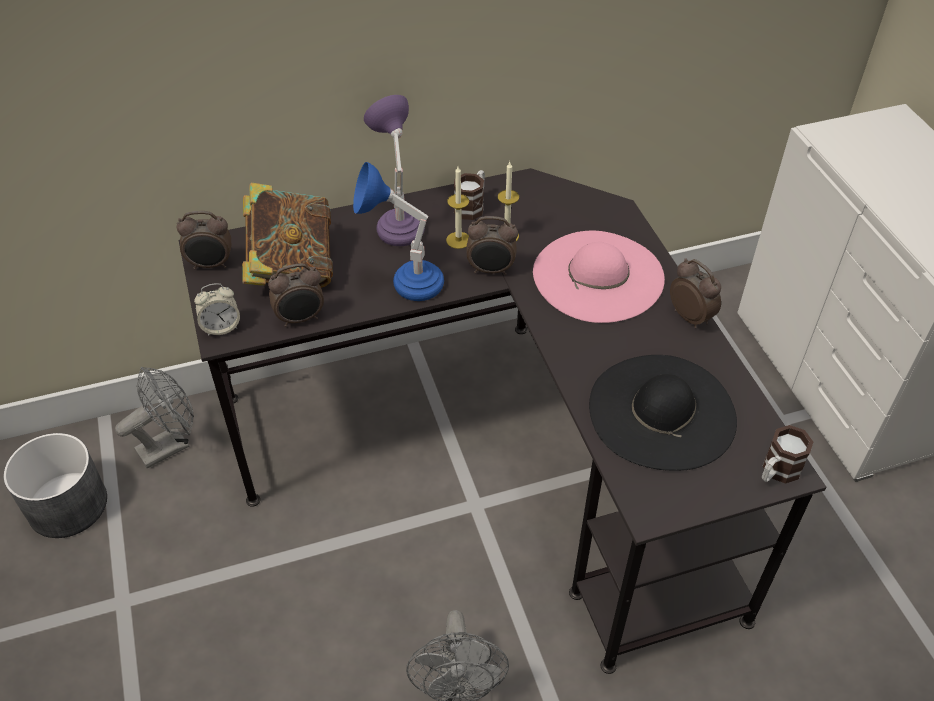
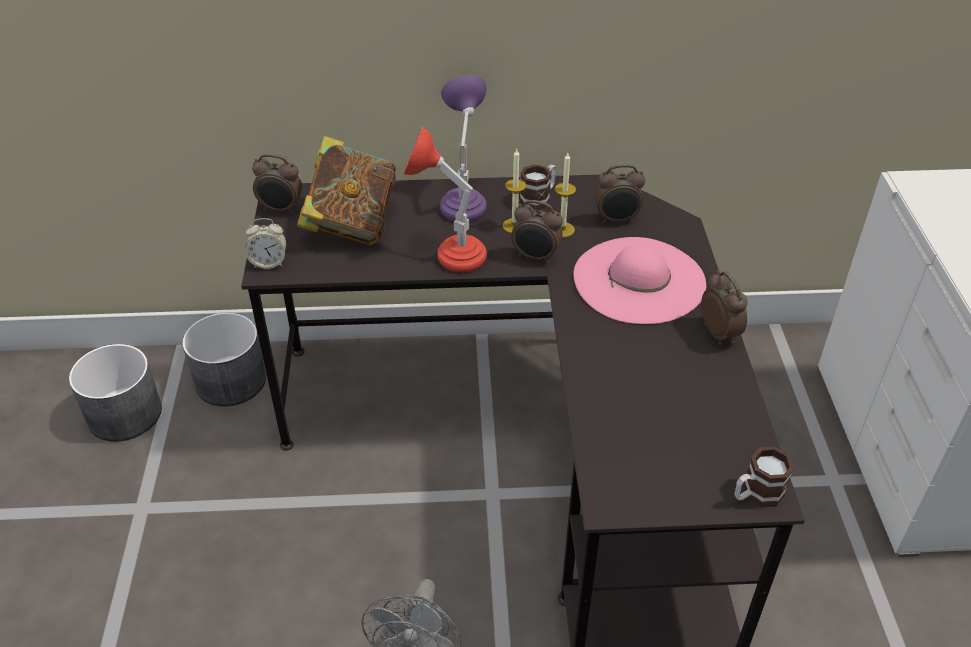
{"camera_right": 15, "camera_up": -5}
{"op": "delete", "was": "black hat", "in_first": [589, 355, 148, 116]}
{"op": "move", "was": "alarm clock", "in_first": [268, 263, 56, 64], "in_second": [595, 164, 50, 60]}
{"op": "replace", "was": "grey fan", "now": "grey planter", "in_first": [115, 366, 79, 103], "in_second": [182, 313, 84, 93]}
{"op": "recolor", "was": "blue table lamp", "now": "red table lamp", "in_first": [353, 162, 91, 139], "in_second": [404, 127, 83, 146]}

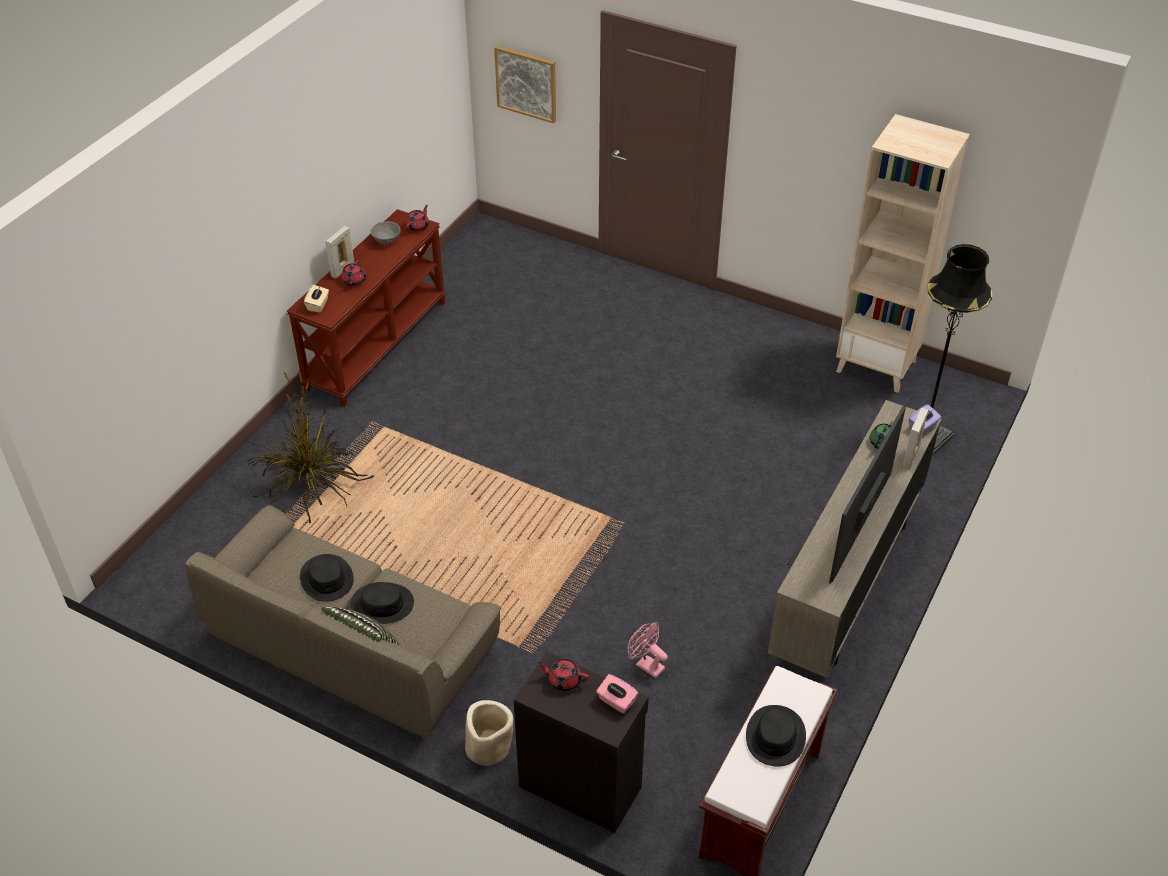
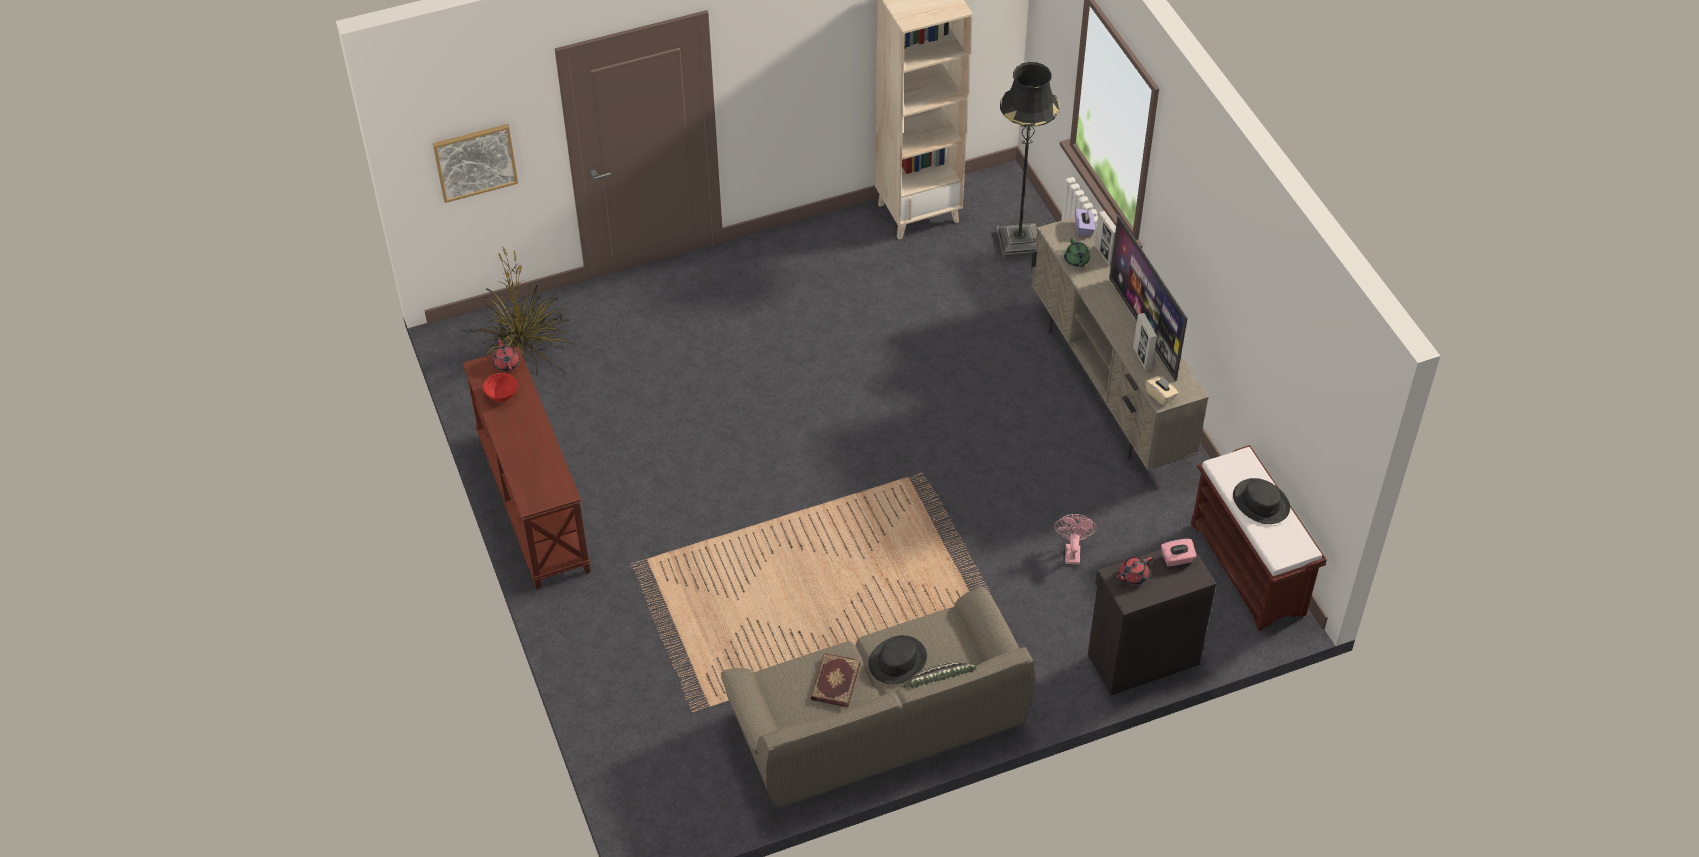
{"camera_right": -50, "camera_up": 5}
{"op": "delete", "was": "red teapot", "in_first": [341, 260, 25, 26]}
{"op": "delete", "was": "beige planter", "in_first": [465, 700, 48, 66]}
{"op": "move", "was": "potted plant", "in_first": [246, 370, 128, 153], "in_second": [461, 246, 118, 130]}
{"op": "move", "was": "beige tissue box", "in_first": [304, 285, 25, 27], "in_second": [1145, 375, 33, 31]}
{"op": "move", "was": "picture frame", "in_first": [325, 226, 30, 53], "in_second": [1133, 313, 24, 57]}
{"op": "replace", "was": "black hat", "now": "book", "in_first": [300, 554, 54, 48], "in_second": [811, 653, 49, 54]}
{"op": "recolor", "was": "grey bowl", "now": "red bowl", "in_first": [371, 221, 30, 24], "in_second": [483, 373, 34, 29]}
{"op": "rotate", "was": "pink fan", "in_first": [628, 622, 40, 56], "in_second": [1054, 514, 43, 51], "clockwise": 105}

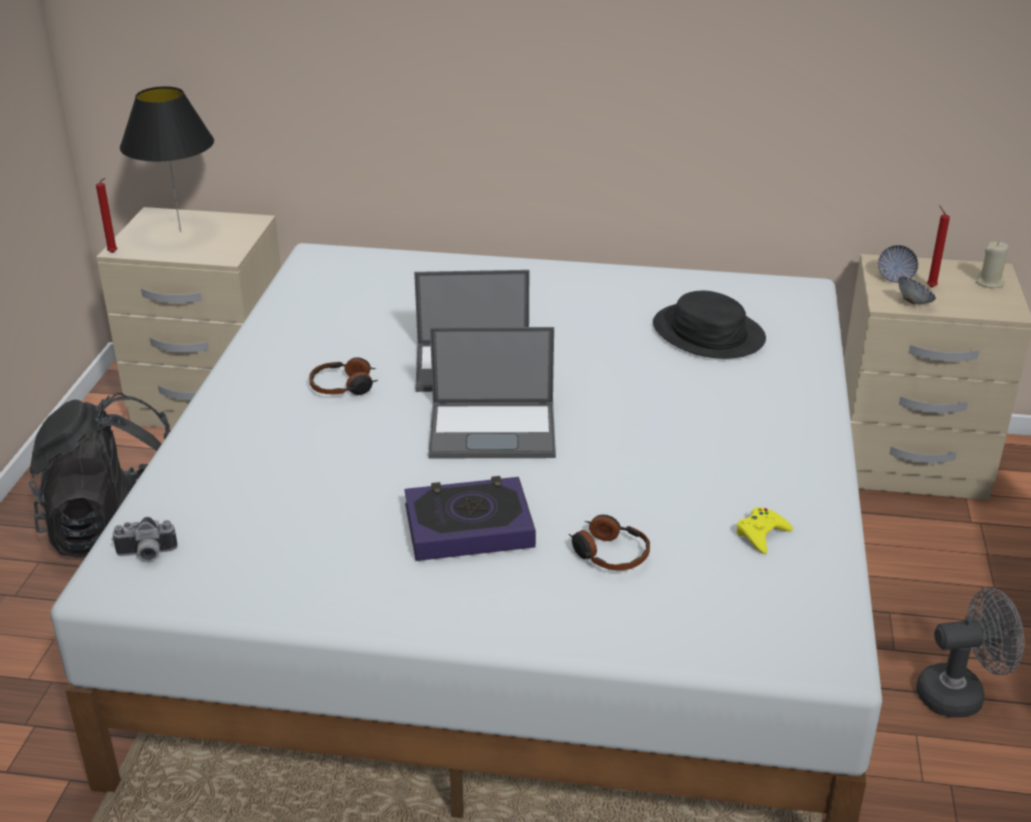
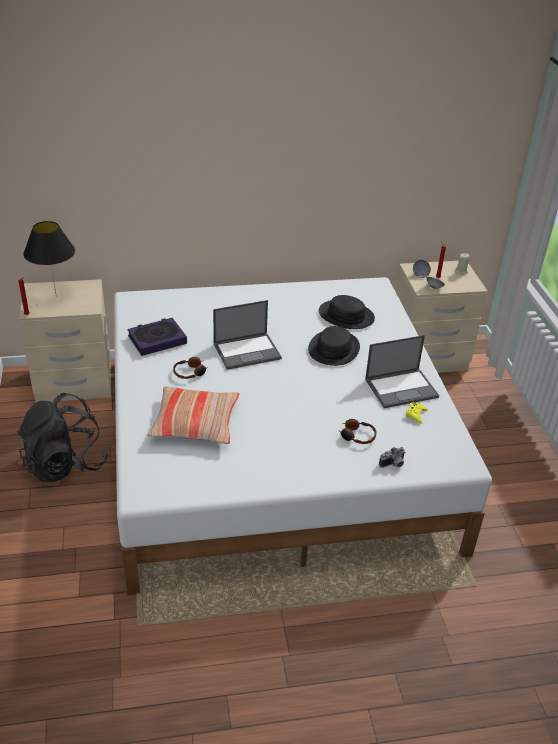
{"camera_right": -20, "camera_up": 5}
{"op": "delete", "was": "grey fan", "in_first": [917, 588, 107, 129]}
{"op": "insert", "now": "pillow", "in_second": [148, 386, 91, 58]}
{"op": "insert", "now": "black hat", "in_second": [308, 326, 52, 40]}
{"op": "move", "was": "photo camera", "in_first": [112, 517, 65, 43], "in_second": [379, 447, 27, 21]}
{"op": "move", "was": "book", "in_first": [404, 476, 132, 85], "in_second": [127, 318, 60, 38]}
{"op": "move", "was": "laptop", "in_first": [428, 327, 128, 131], "in_second": [365, 335, 74, 73]}

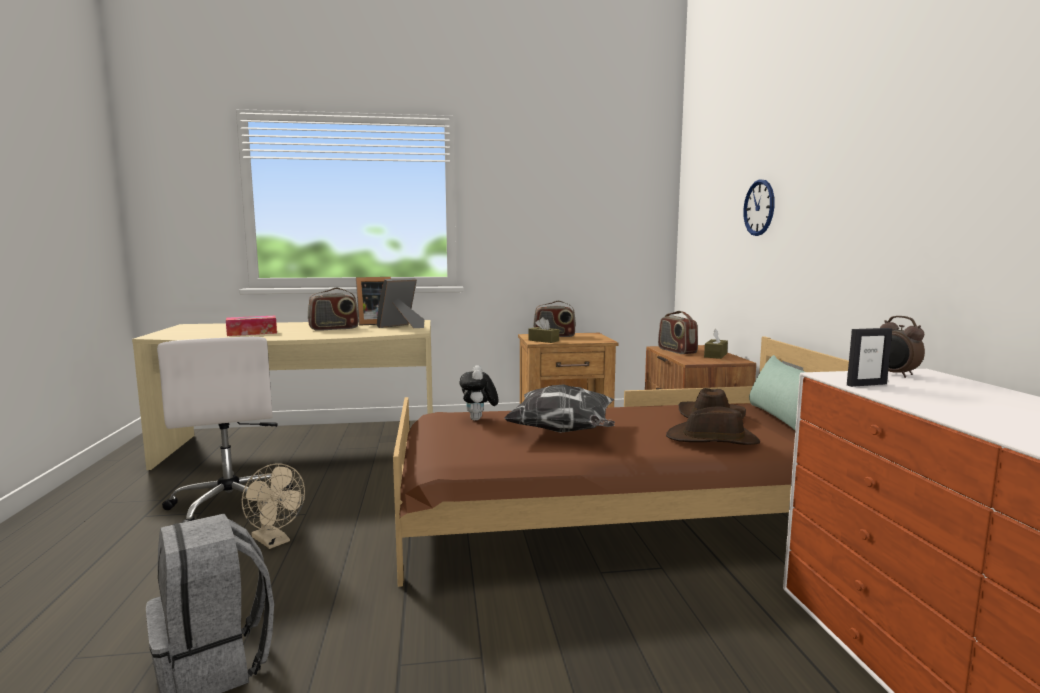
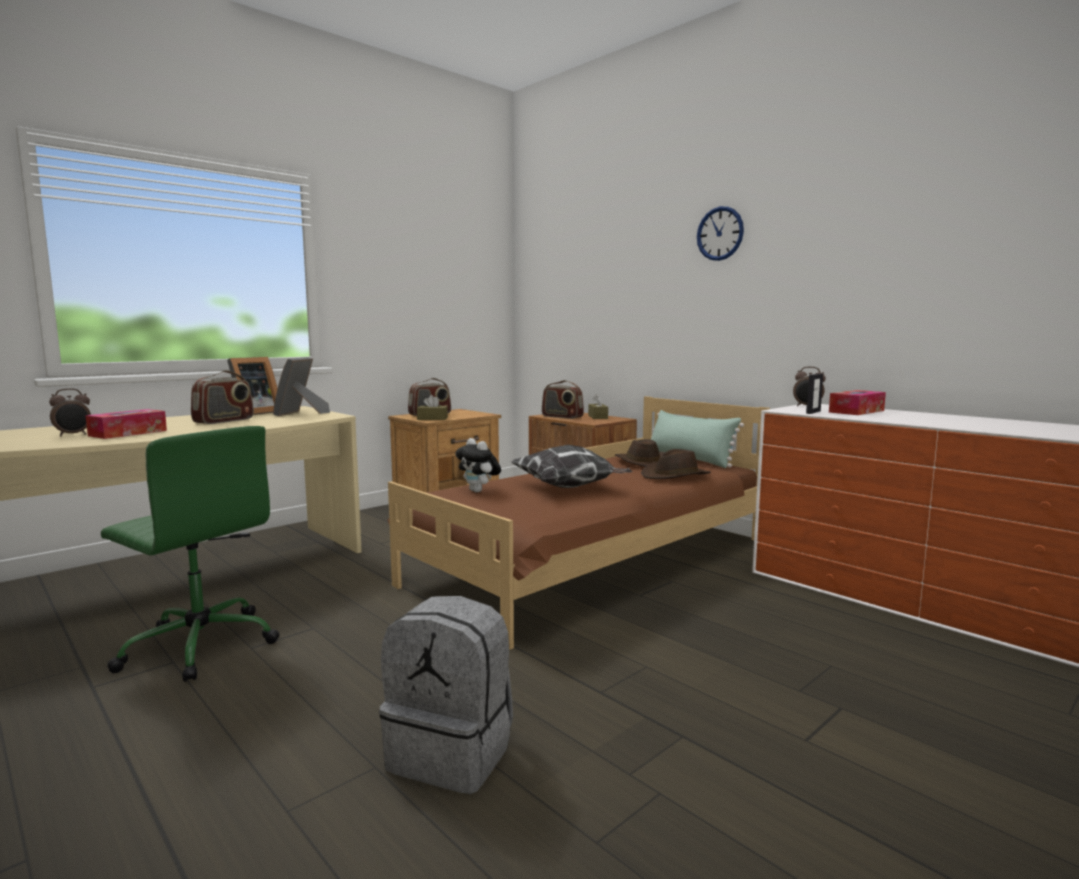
{"camera_right": -35, "camera_up": 0}
{"op": "delete", "was": "beige fan", "in_first": [241, 463, 64, 86]}
{"op": "insert", "now": "alarm clock", "in_second": [49, 388, 42, 48]}
{"op": "insert", "now": "tissue box", "in_second": [829, 390, 57, 25]}
{"op": "move", "was": "wall clock", "in_first": [743, 180, 32, 56], "in_second": [697, 206, 47, 55]}
{"op": "recolor", "was": "white office chair", "now": "green office chair", "in_first": [157, 337, 136, 186], "in_second": [101, 426, 179, 256]}

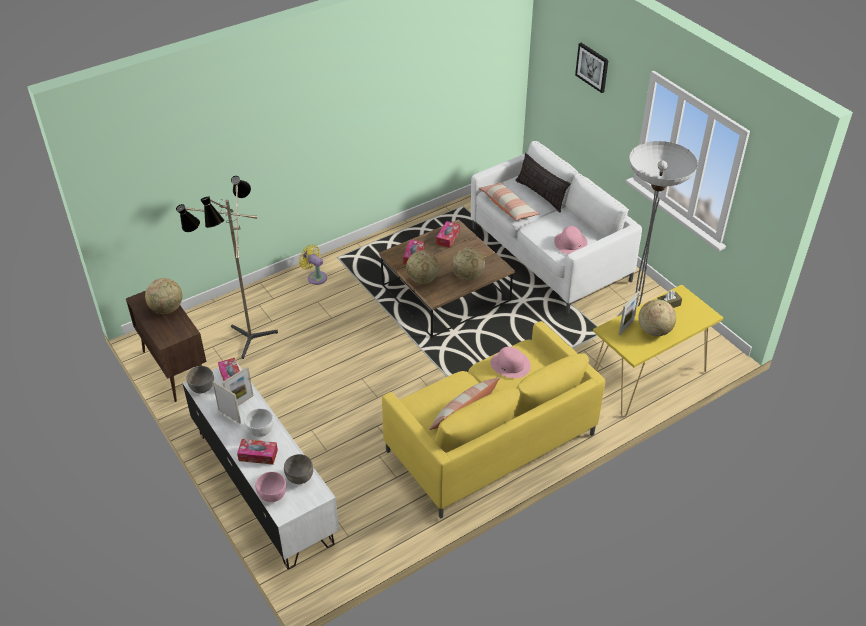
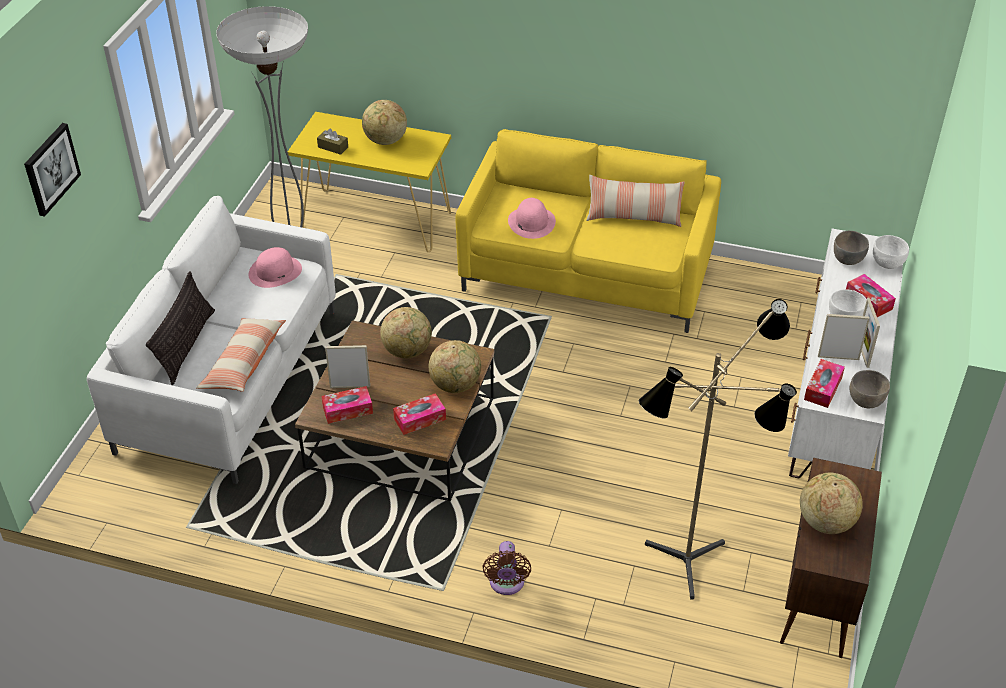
{"camera_right": -130, "camera_up": 0}
{"op": "move", "was": "picture frame", "in_first": [619, 291, 21, 44], "in_second": [325, 345, 45, 43]}
{"op": "recolor", "was": "pink bowl", "now": "white bowl", "in_first": [255, 472, 31, 30], "in_second": [873, 235, 36, 34]}
{"op": "recolor", "was": "yellow fan", "now": "brown fan", "in_first": [299, 245, 28, 40], "in_second": [482, 541, 49, 54]}

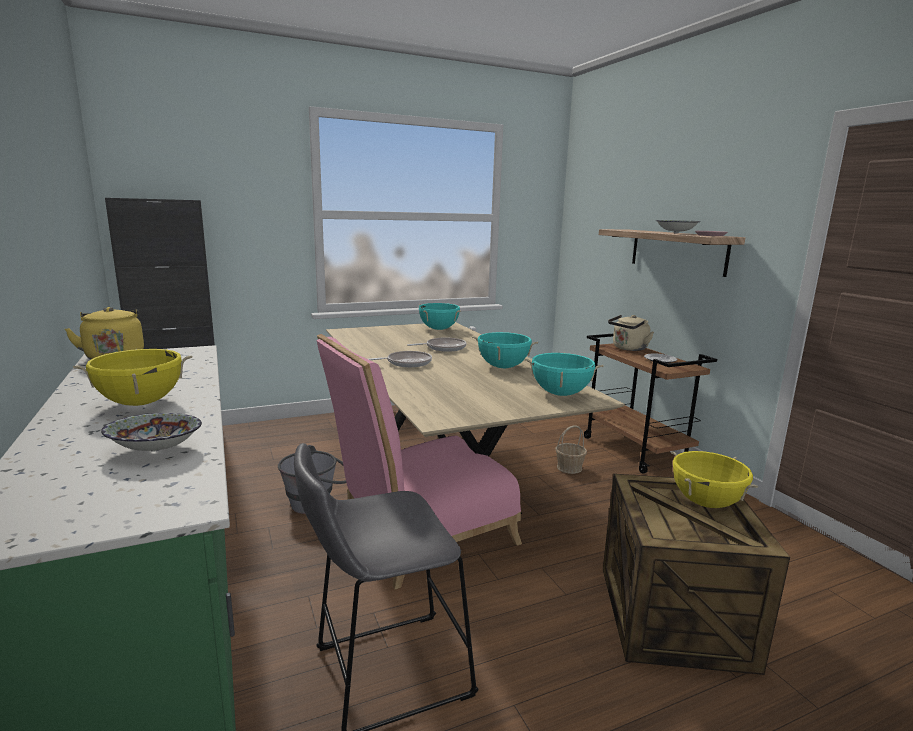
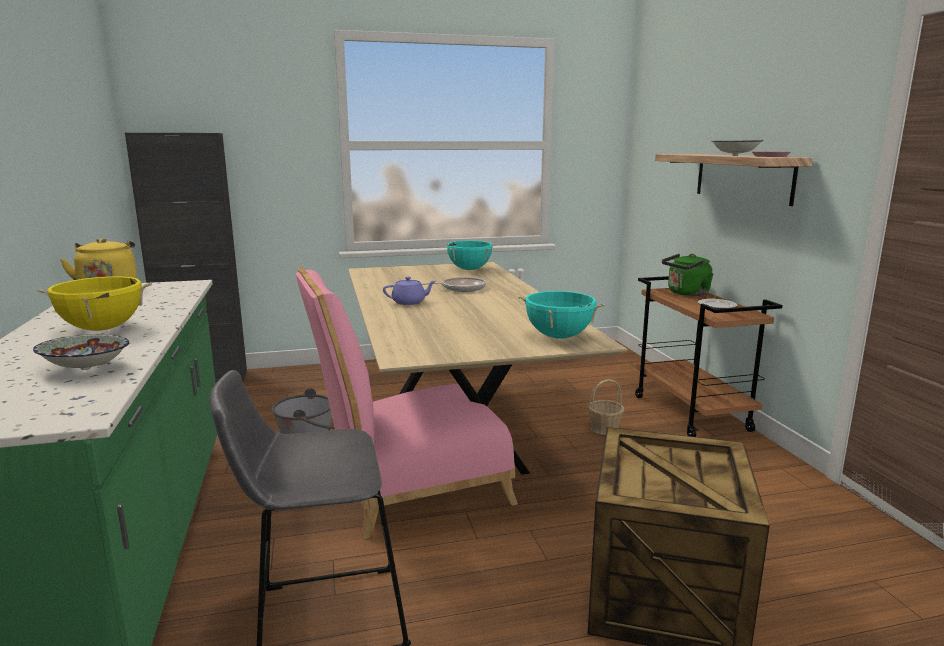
{"camera_right": 10, "camera_up": 0}
{"op": "delete", "was": "turquoise cooking pot", "in_first": [472, 332, 66, 36]}
{"op": "delete", "was": "yellow cooking pot", "in_first": [671, 451, 87, 57]}
{"op": "replace", "was": "frying pan", "now": "purple teapot", "in_first": [368, 351, 64, 16], "in_second": [383, 277, 53, 28]}
{"op": "recolor", "was": "beige kettle", "now": "green kettle", "in_first": [608, 315, 46, 36], "in_second": [662, 254, 52, 42]}

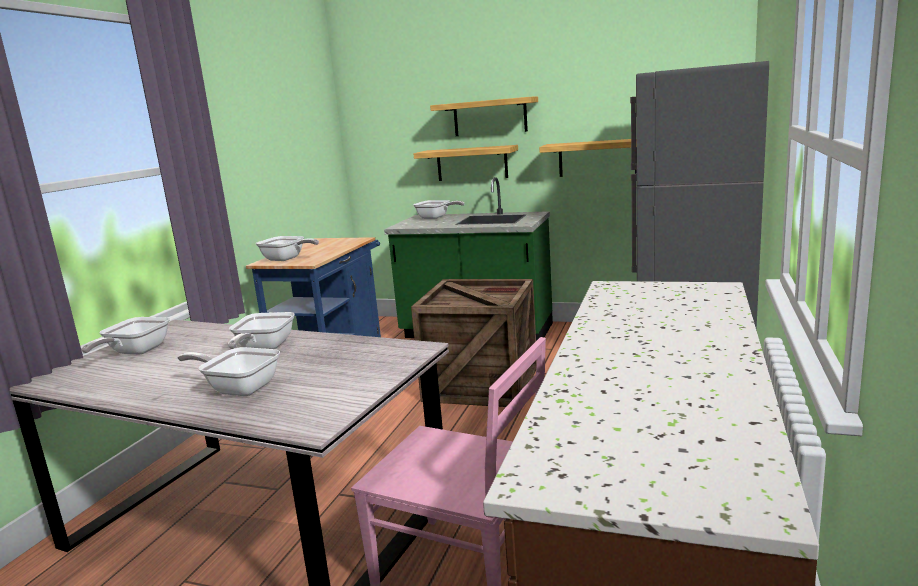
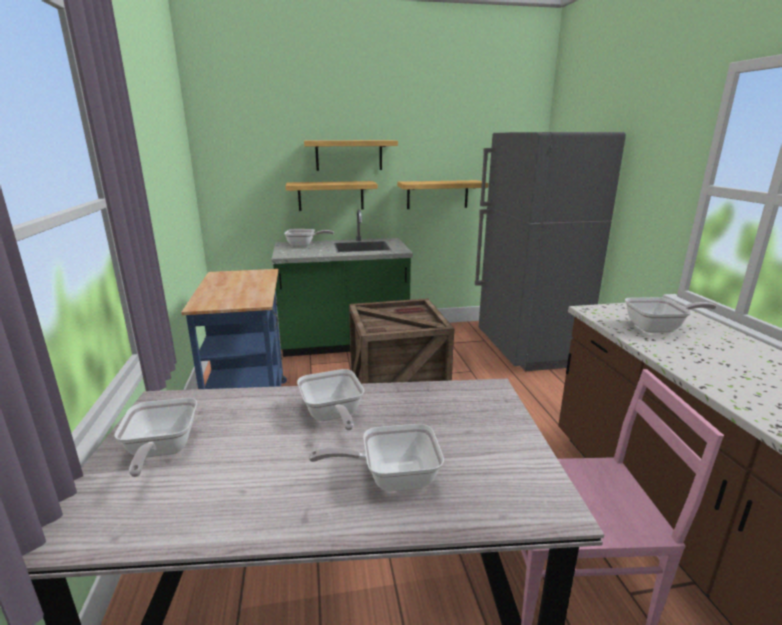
{"camera_right": -30, "camera_up": 5}
{"op": "move", "was": "frying pan", "in_first": [256, 236, 63, 25], "in_second": [625, 297, 92, 36]}

